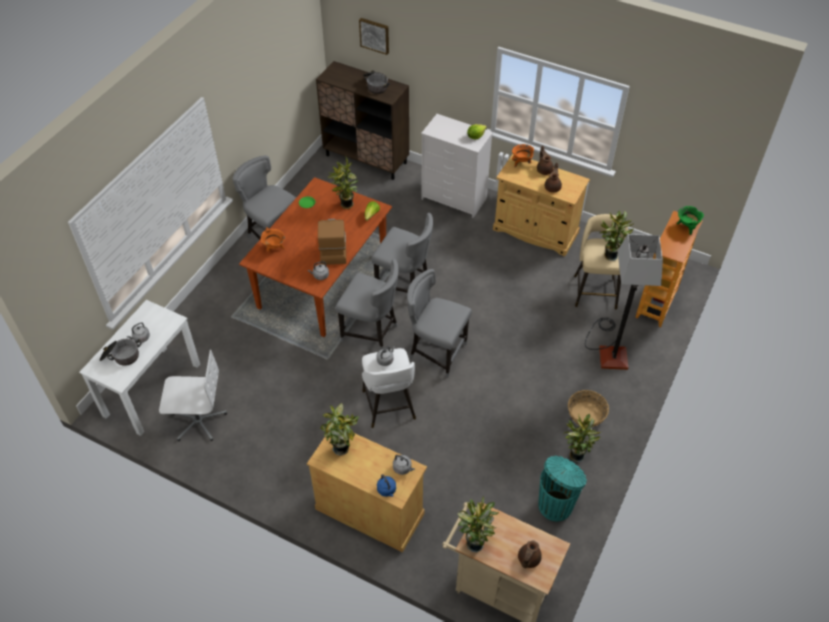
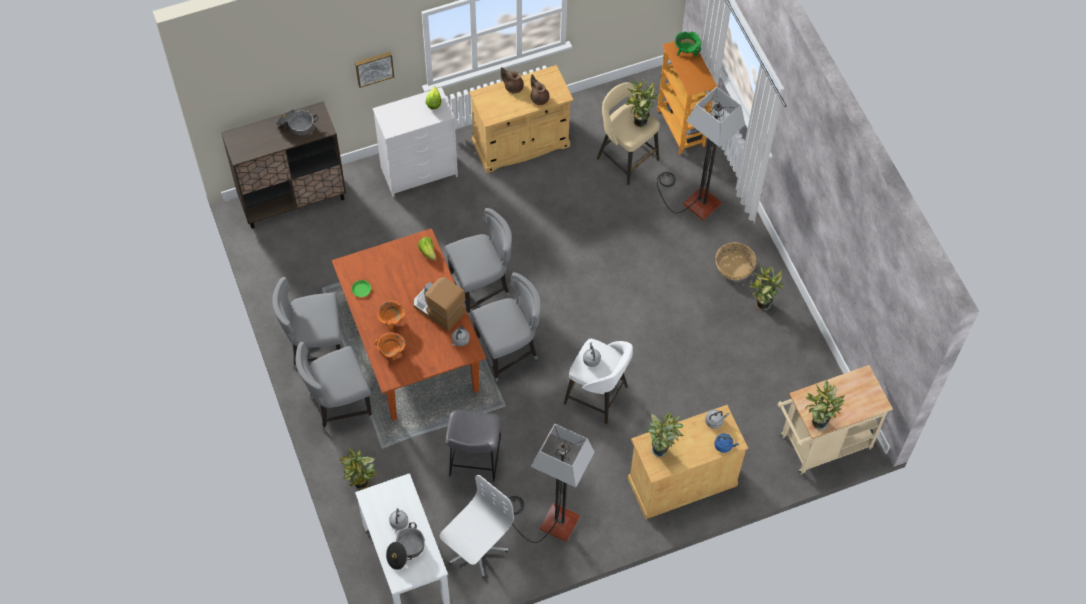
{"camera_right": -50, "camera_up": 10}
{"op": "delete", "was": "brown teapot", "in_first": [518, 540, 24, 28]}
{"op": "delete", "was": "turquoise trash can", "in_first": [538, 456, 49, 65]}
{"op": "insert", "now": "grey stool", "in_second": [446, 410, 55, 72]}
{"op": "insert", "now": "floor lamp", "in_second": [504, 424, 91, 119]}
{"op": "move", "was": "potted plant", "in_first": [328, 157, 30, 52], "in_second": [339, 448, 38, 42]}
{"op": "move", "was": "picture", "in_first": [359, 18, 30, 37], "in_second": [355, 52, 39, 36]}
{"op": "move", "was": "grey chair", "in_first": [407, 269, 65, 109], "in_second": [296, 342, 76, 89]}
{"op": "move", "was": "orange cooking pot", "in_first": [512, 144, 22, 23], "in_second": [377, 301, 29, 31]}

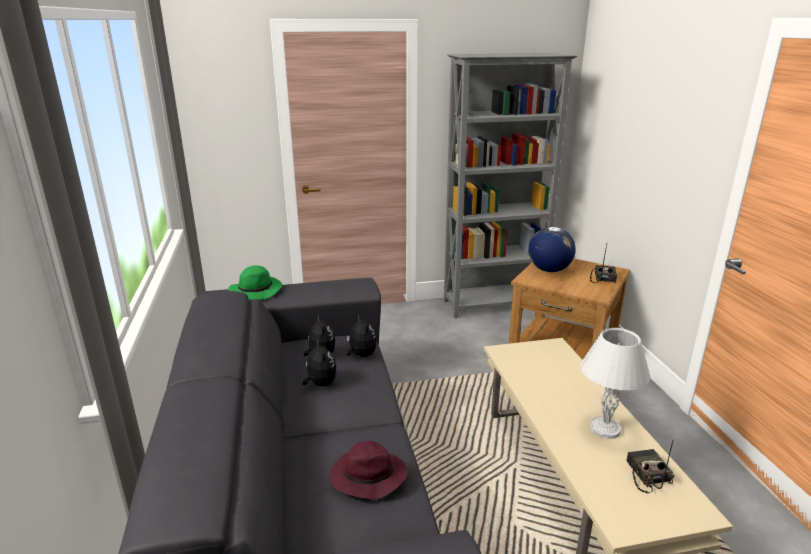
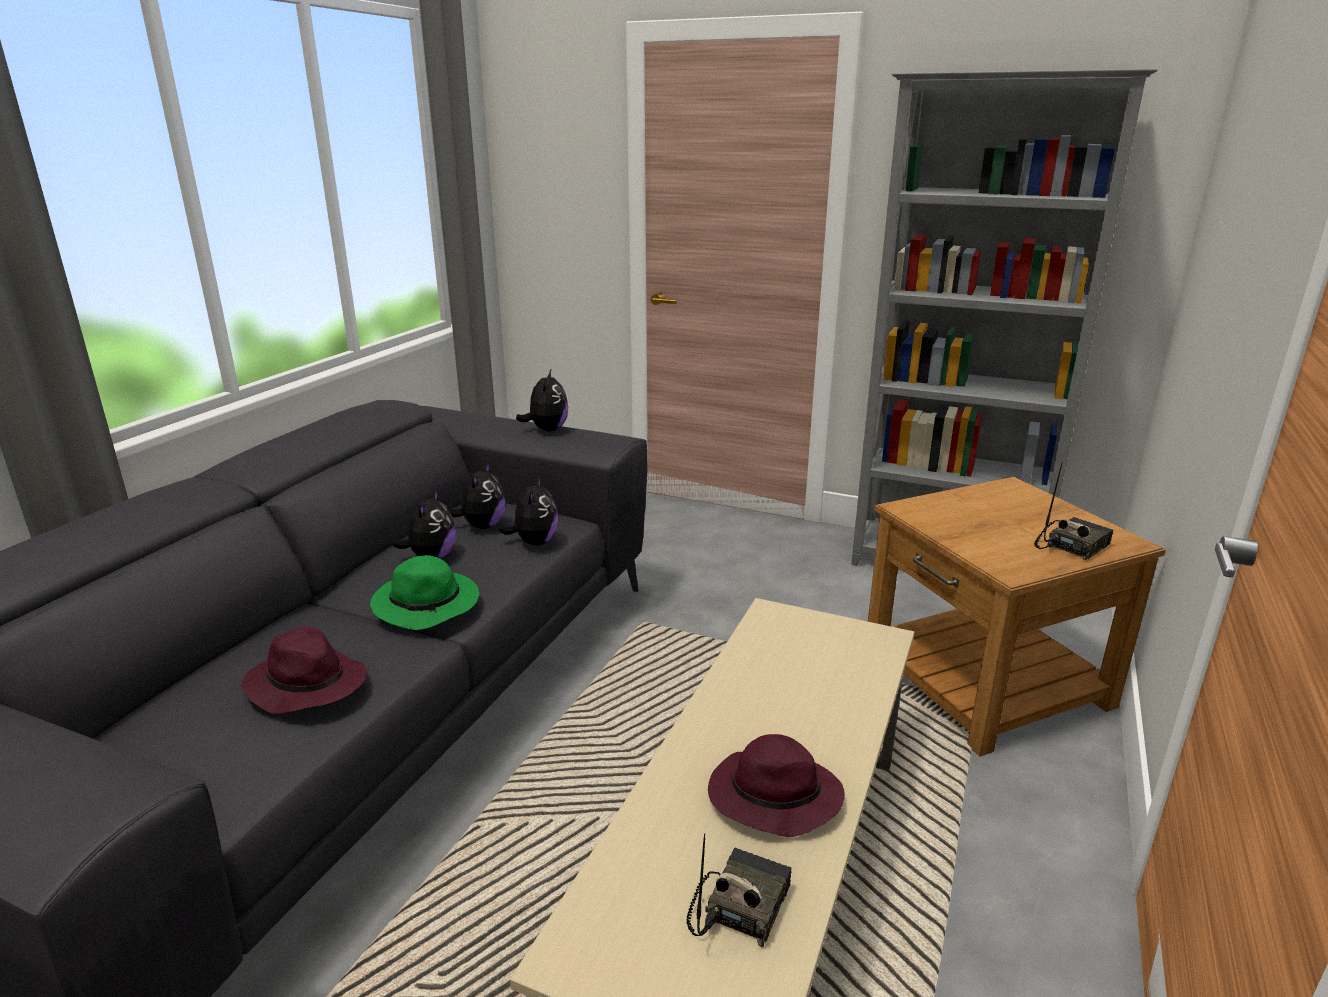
{"camera_right": 35, "camera_up": 0}
{"op": "delete", "was": "globe", "in_first": [529, 227, 47, 45]}
{"op": "insert", "now": "plush toy", "in_second": [516, 370, 52, 61]}
{"op": "move", "was": "green hat", "in_first": [228, 265, 54, 35], "in_second": [370, 555, 109, 75]}
{"op": "replace", "was": "white table lamp", "now": "purple hat", "in_first": [580, 328, 70, 111], "in_second": [708, 734, 137, 103]}

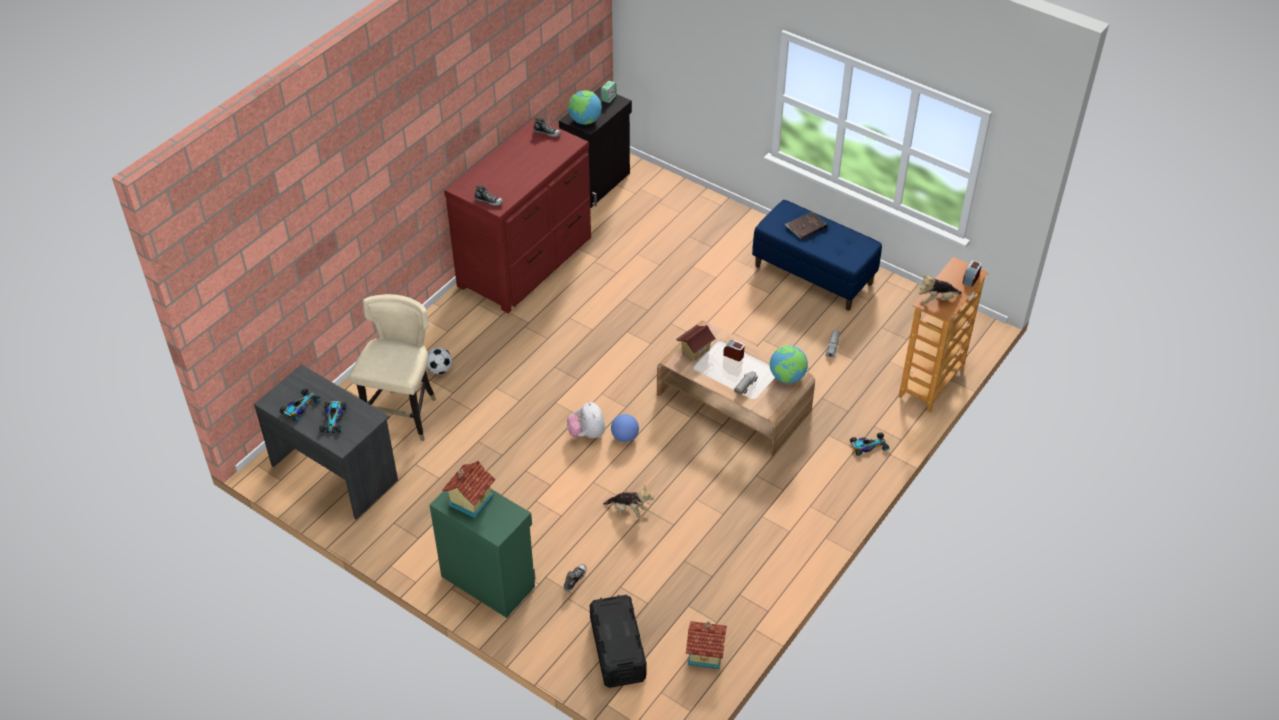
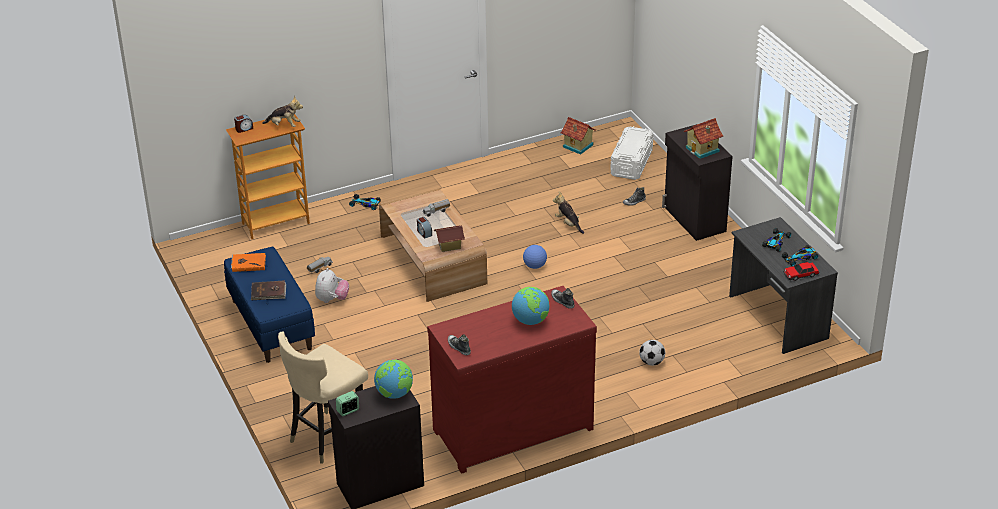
{"camera_right": -150, "camera_up": -10}
{"op": "insert", "now": "orange book", "in_second": [231, 253, 35, 19]}
{"op": "insert", "now": "toy car", "in_second": [784, 262, 35, 19]}
{"op": "move", "was": "beige chair", "in_first": [350, 294, 86, 147], "in_second": [278, 332, 90, 132]}
{"op": "move", "was": "plush toy", "in_first": [567, 401, 38, 37], "in_second": [315, 268, 34, 35]}
{"op": "move", "was": "globe", "in_first": [770, 345, 38, 38], "in_second": [512, 287, 37, 38]}
{"op": "recolor", "was": "green cabinet", "now": "black cabinet", "in_first": [430, 489, 106, 129], "in_second": [662, 124, 71, 117]}
{"op": "recolor", "was": "black storage box", "now": "white storage box", "in_first": [590, 595, 57, 93], "in_second": [610, 126, 44, 54]}

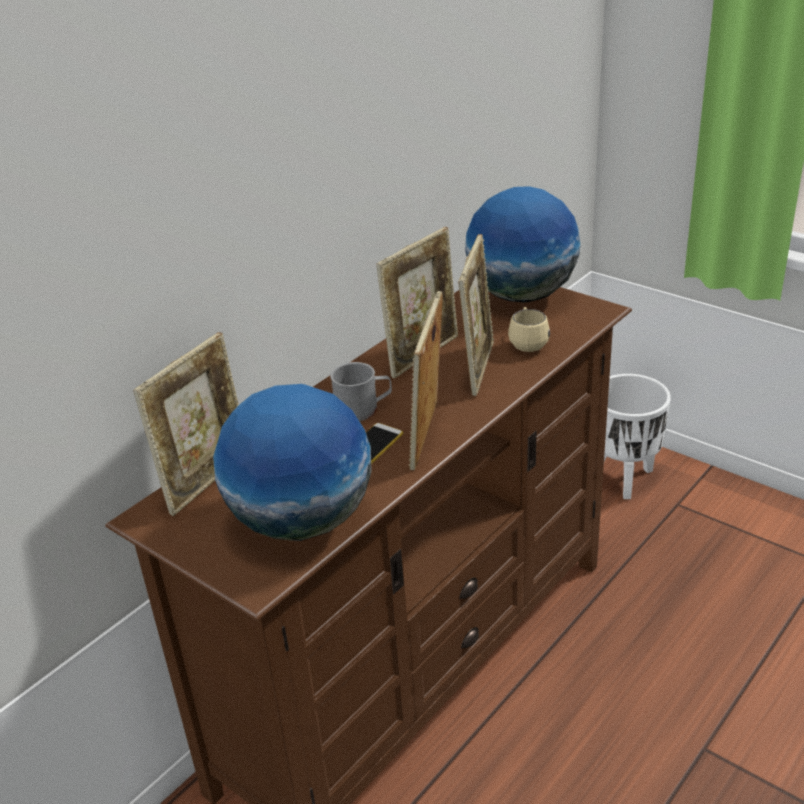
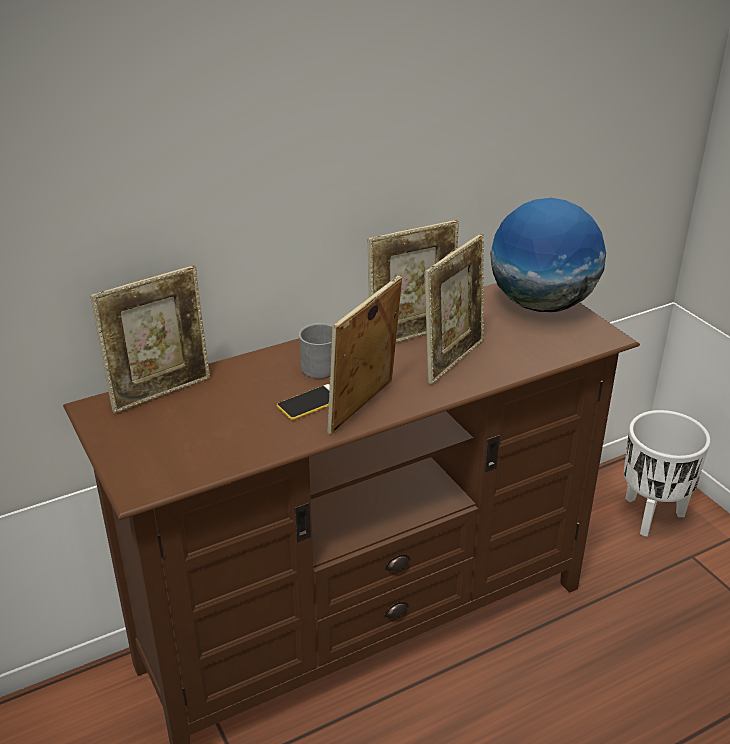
{"camera_right": 20, "camera_up": 0}
{"op": "delete", "was": "globe", "in_first": [213, 384, 159, 157]}
{"op": "delete", "was": "beige mug", "in_first": [508, 307, 42, 45]}

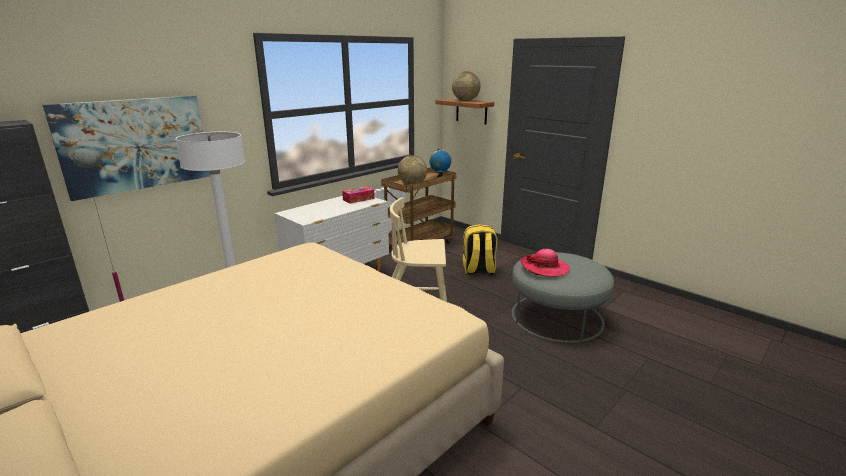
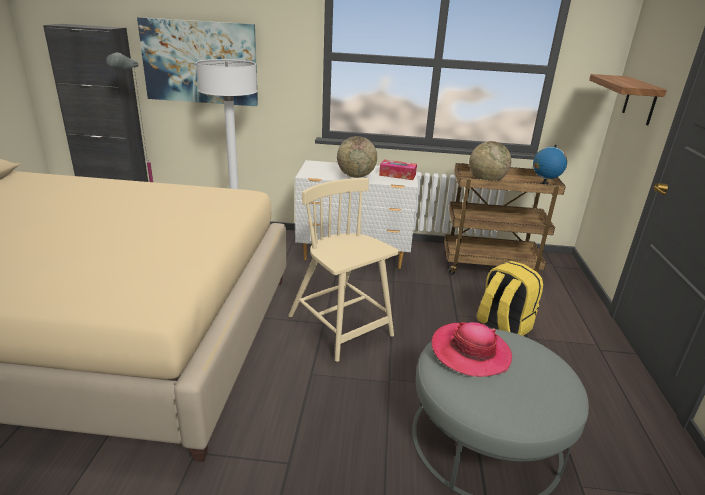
{"camera_right": 50, "camera_up": 5}
{"op": "move", "was": "globe", "in_first": [452, 71, 28, 30], "in_second": [337, 136, 40, 42]}

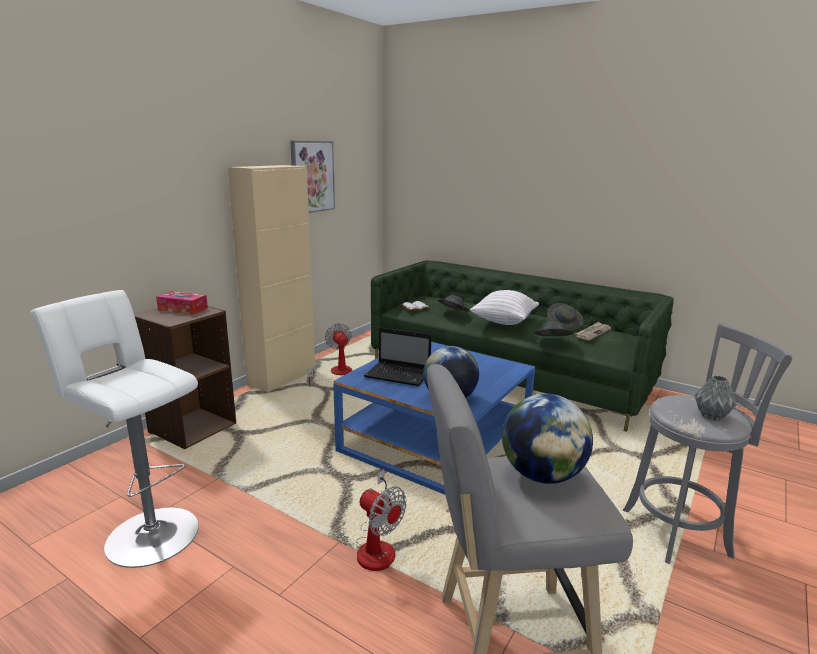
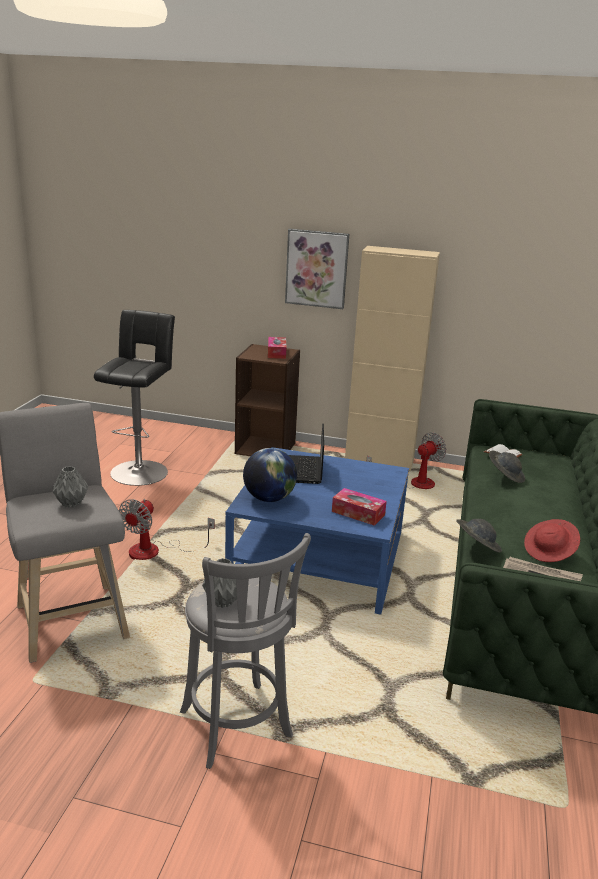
{"camera_right": 70, "camera_up": 5}
{"op": "delete", "was": "white pillow", "in_first": [470, 290, 69, 35]}
{"op": "insert", "now": "tissue box", "in_second": [332, 488, 55, 38]}
{"op": "move", "was": "picture", "in_first": [290, 141, 45, 72], "in_second": [285, 228, 64, 81]}
{"op": "replace", "was": "globe", "now": "grey vase", "in_first": [502, 393, 91, 91], "in_second": [52, 466, 36, 42]}
{"op": "recolor", "was": "white stool", "now": "black stool", "in_first": [31, 290, 168, 278], "in_second": [94, 310, 81, 176]}
{"op": "recolor", "was": "grey hat", "now": "red hat", "in_first": [547, 303, 36, 27], "in_second": [524, 519, 56, 43]}

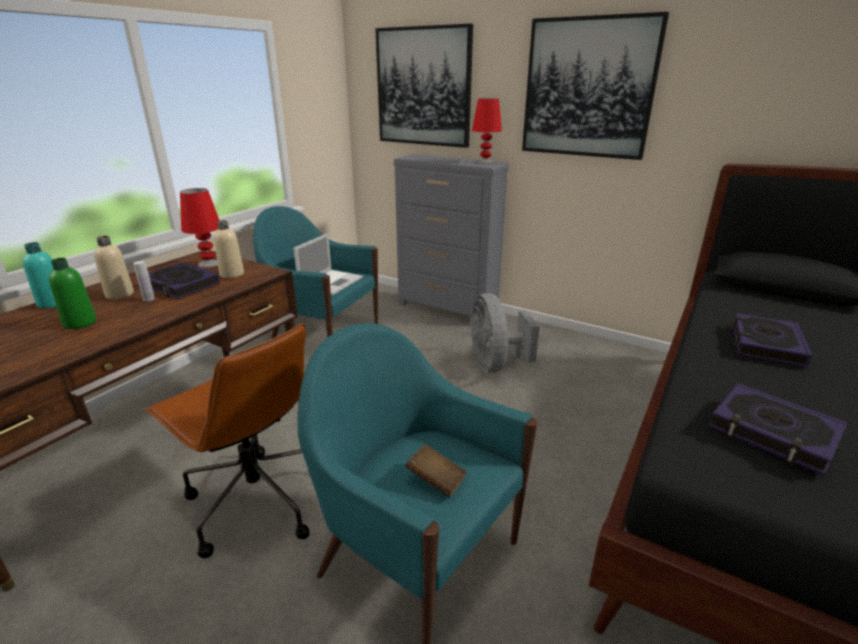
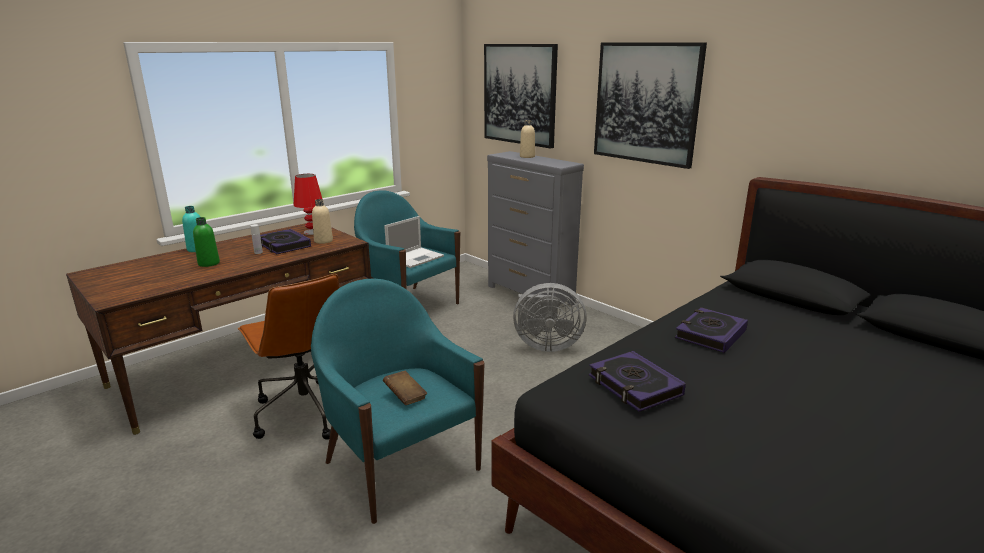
{"camera_right": 15, "camera_up": -5}
{"op": "delete", "was": "red table lamp", "in_first": [472, 98, 30, 65]}
{"op": "move", "was": "beige bottle", "in_first": [94, 236, 40, 63], "in_second": [520, 120, 15, 38]}
{"op": "rotate", "was": "grey fan", "in_first": [470, 293, 70, 80], "in_second": [513, 283, 74, 69], "clockwise": -90}

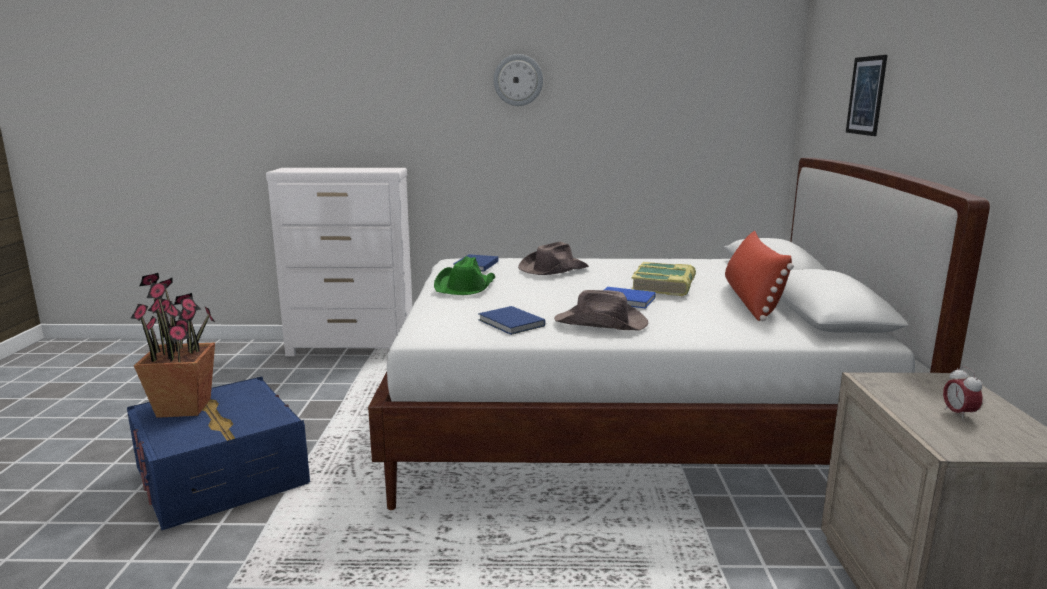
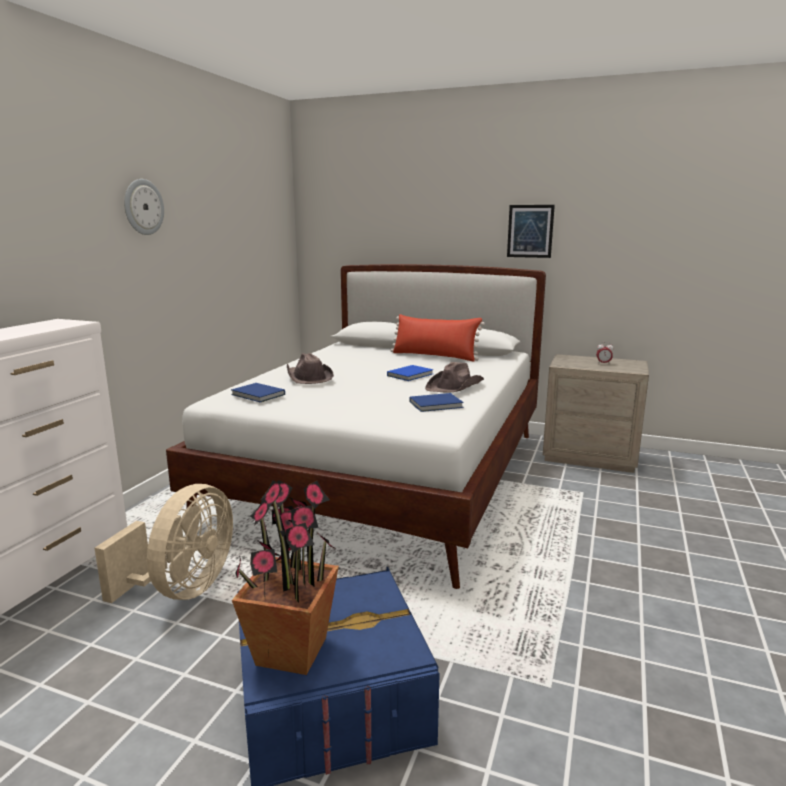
{"camera_right": -70, "camera_up": 0}
{"op": "delete", "was": "green hat", "in_first": [434, 256, 61, 39]}
{"op": "delete", "was": "book", "in_first": [631, 262, 65, 34]}
{"op": "insert", "now": "beige fan", "in_second": [94, 484, 139, 119]}
{"op": "move", "was": "picture", "in_first": [846, 55, 41, 81], "in_second": [507, 205, 48, 53]}

